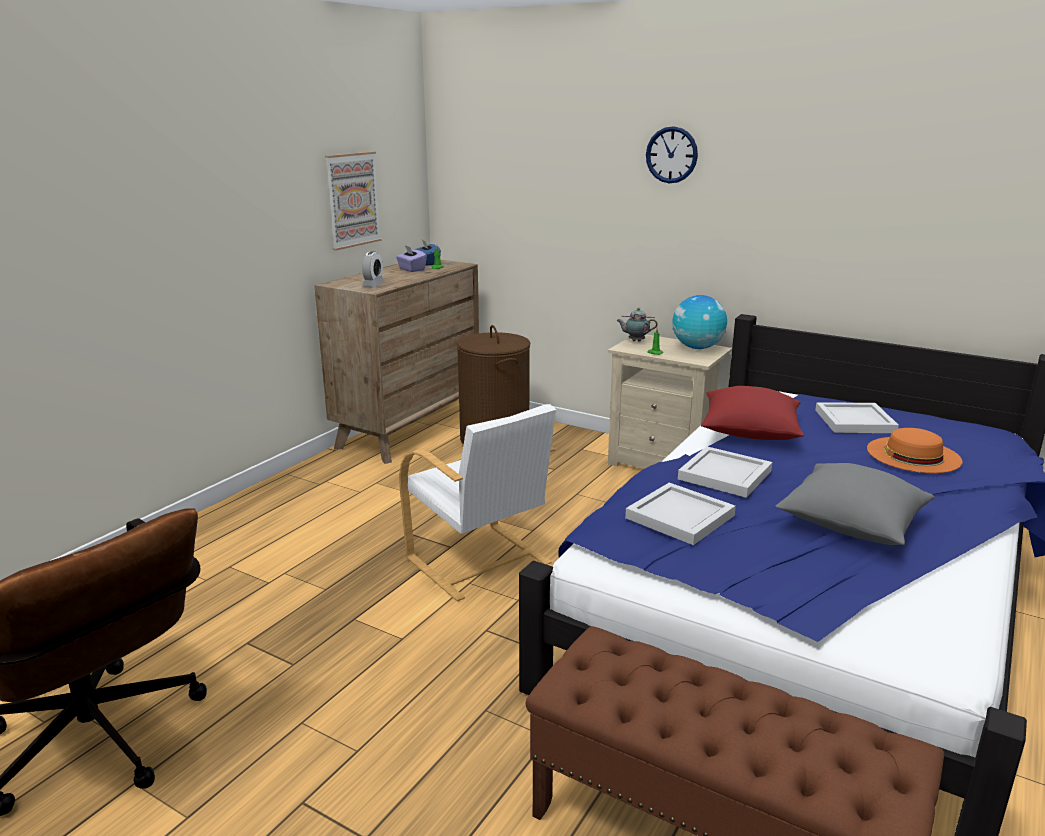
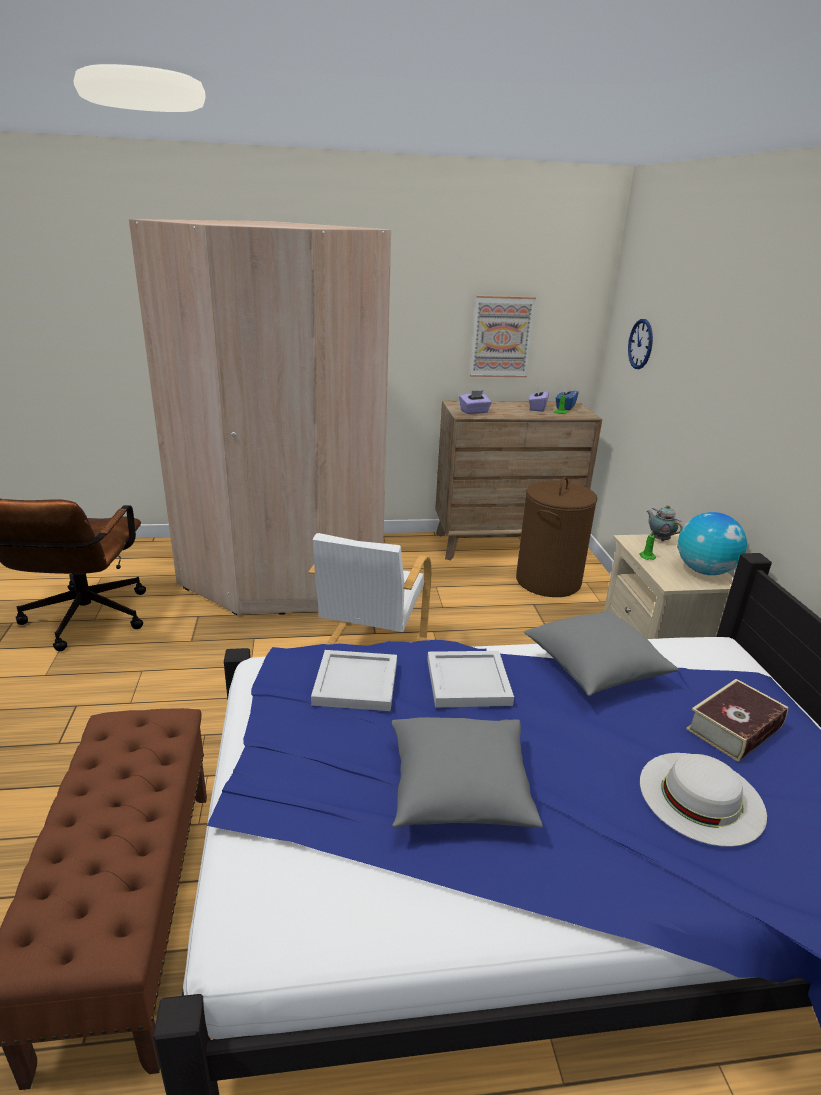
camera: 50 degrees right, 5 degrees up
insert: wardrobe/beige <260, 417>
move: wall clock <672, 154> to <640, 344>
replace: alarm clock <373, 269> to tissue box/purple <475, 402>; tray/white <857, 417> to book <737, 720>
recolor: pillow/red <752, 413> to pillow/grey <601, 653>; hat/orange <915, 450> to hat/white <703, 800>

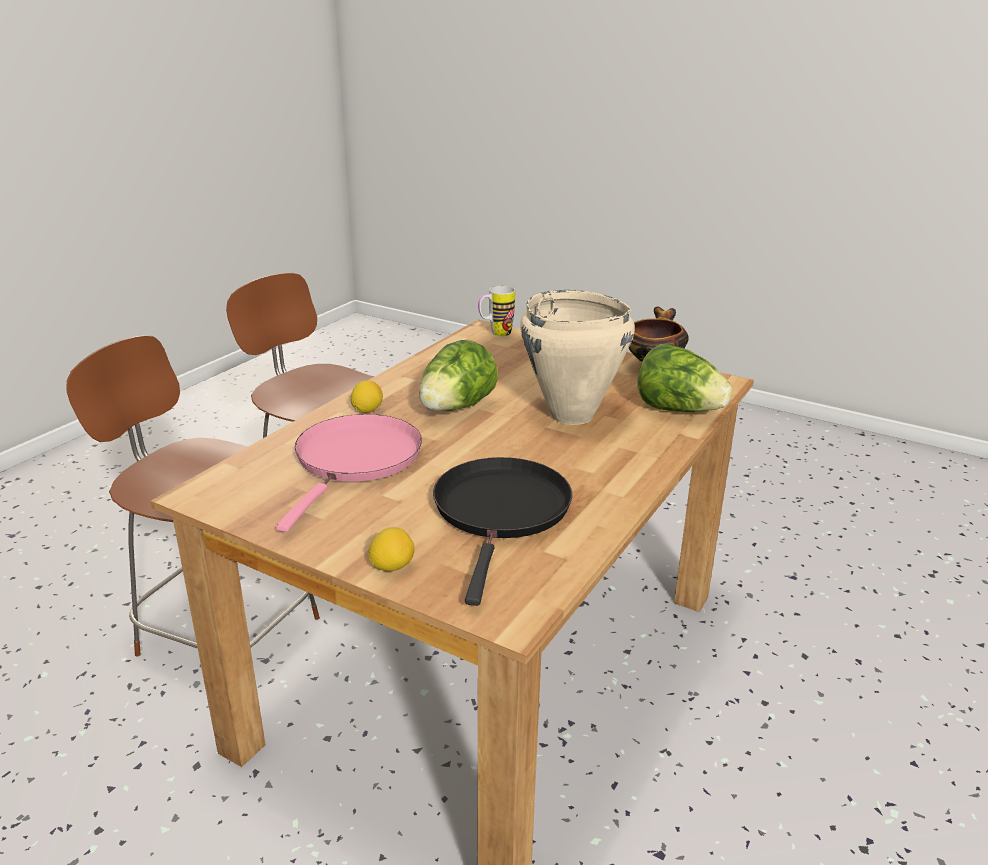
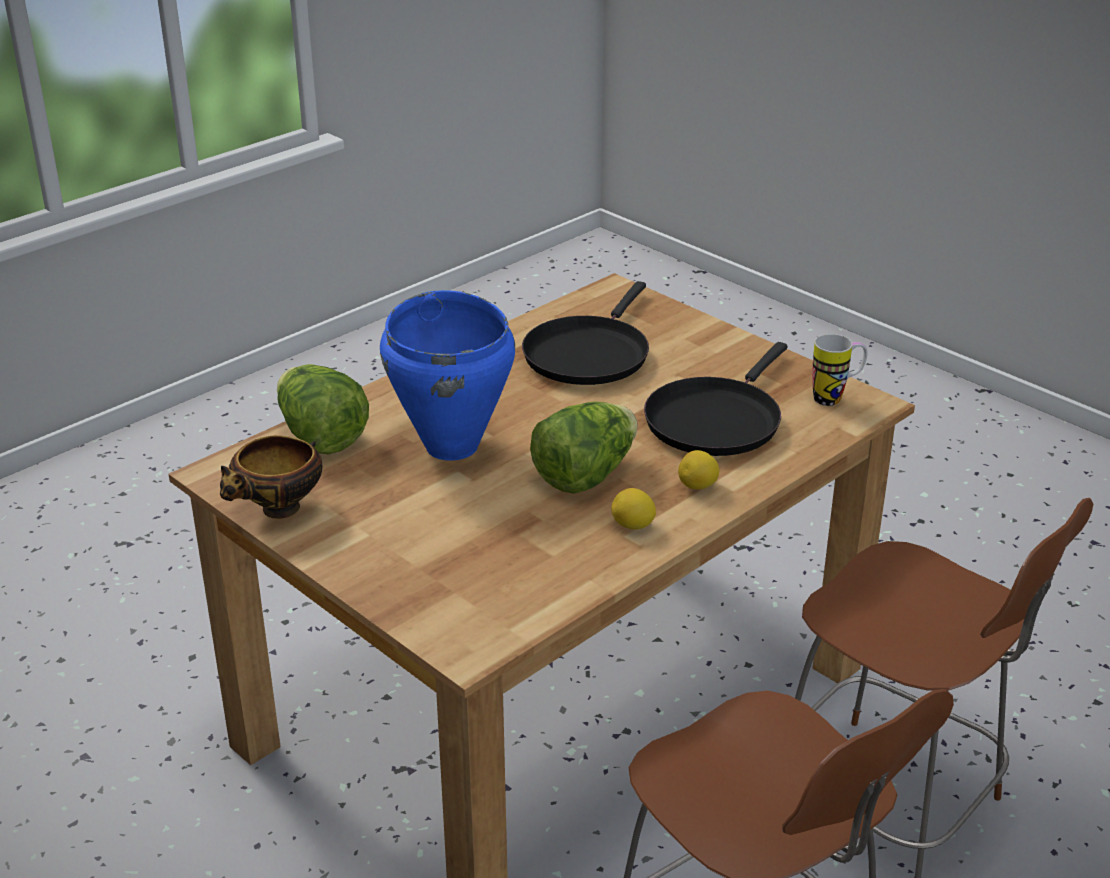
camera: 165 degrees left, 5 degrees up
move: lemon <391, 549> to <633, 508>; mug <496, 311> to <839, 370>
recolor: frying pan/pink <349, 473> to frying pan/black <715, 399>; cooking pot/beige <577, 357> to cooking pot/blue <447, 375>

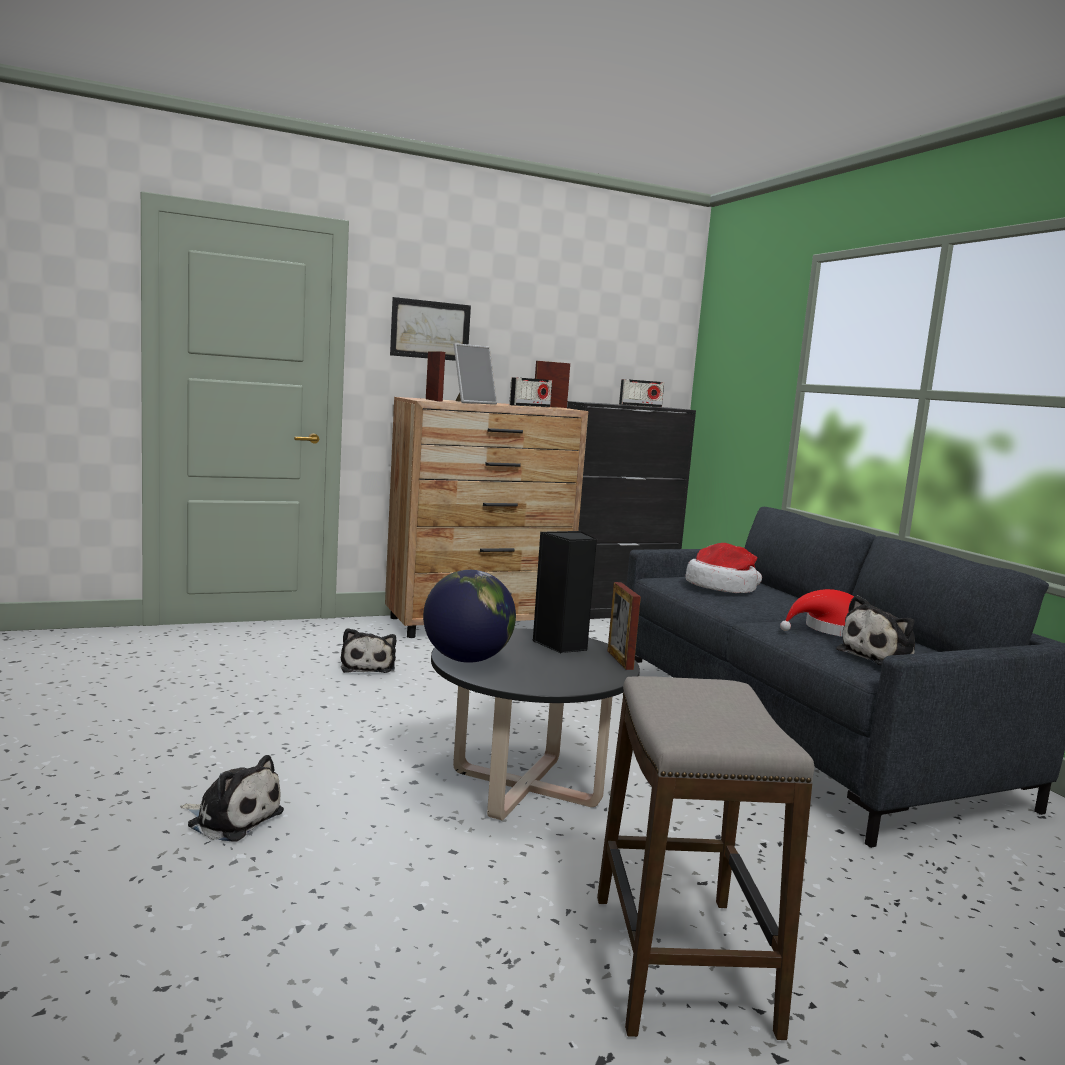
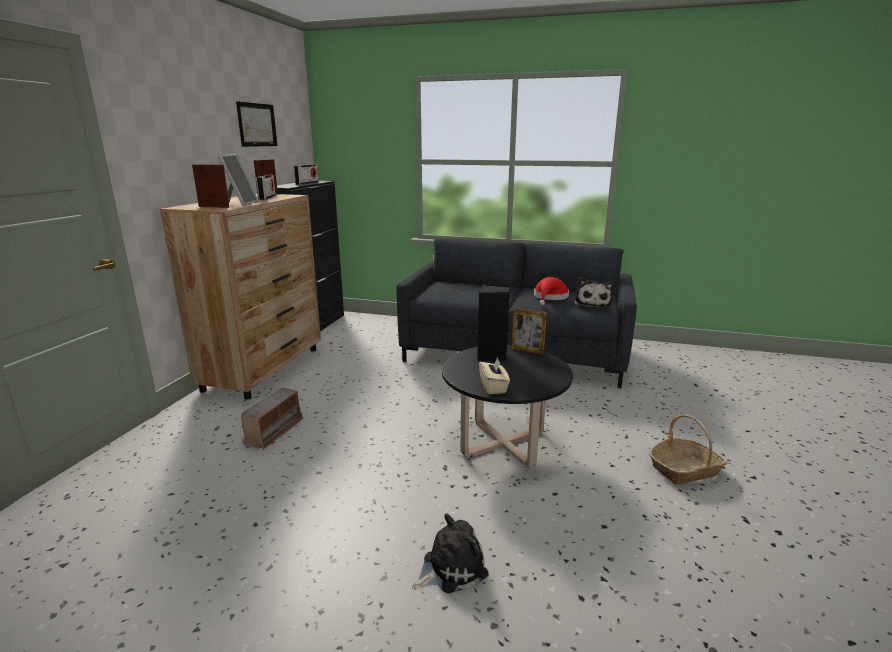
camera: 50 degrees left, 10 degrees up
delete: hat <723, 568>
move: picture <430, 329> to <256, 124>
replace: plush toy <368, 650> to radio <272, 419>; globe <469, 616> to tissue box/beige <494, 375>; stool <705, 858> to basket <688, 449>

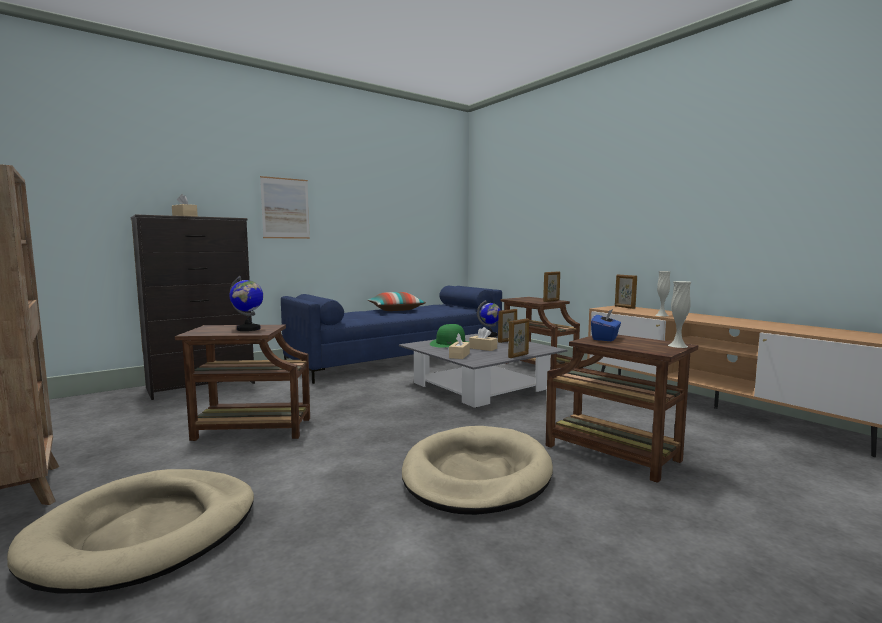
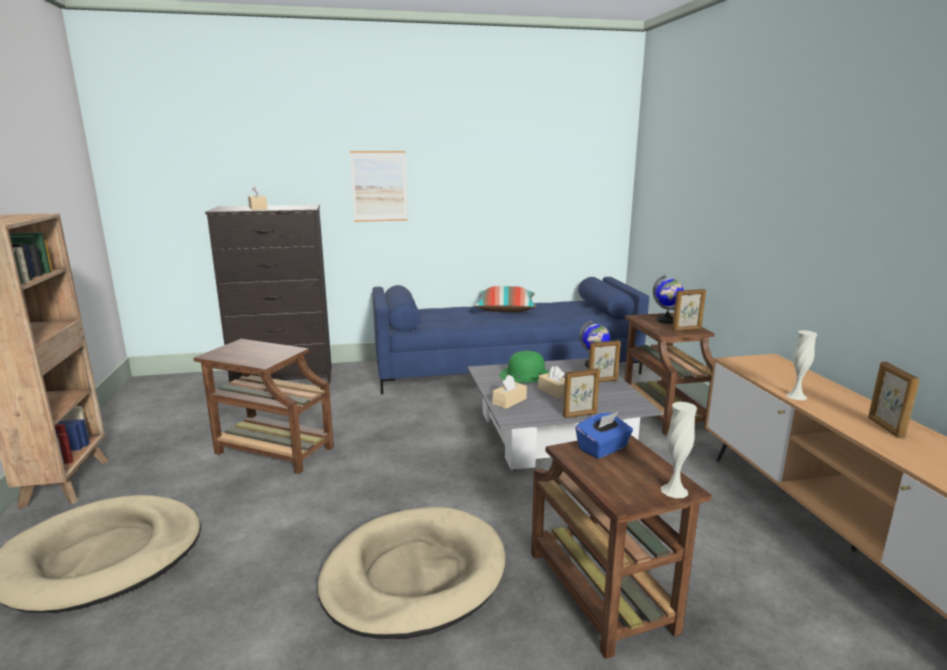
camera: 25 degrees right, 10 degrees up
move: globe <246, 303> to <668, 299>; picture frame <626, 291> to <893, 400>

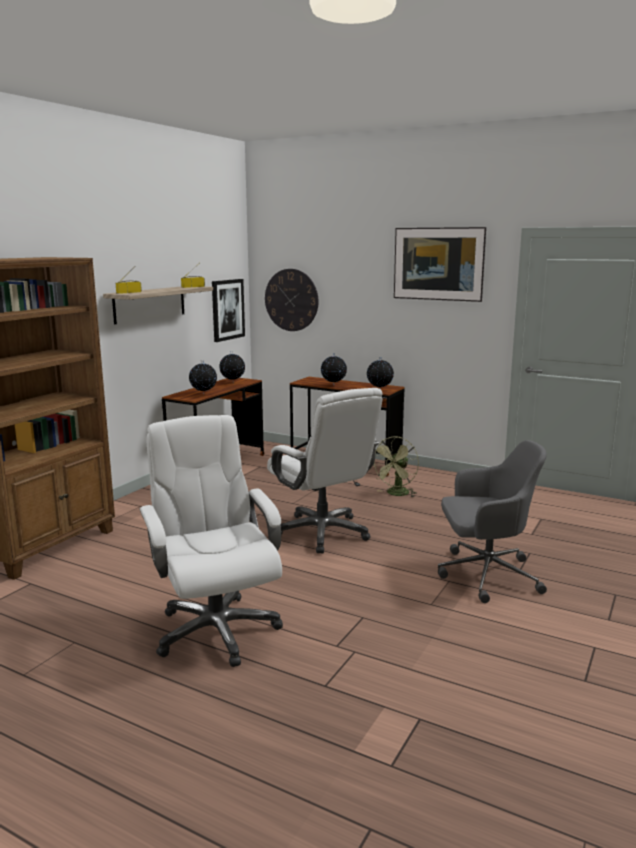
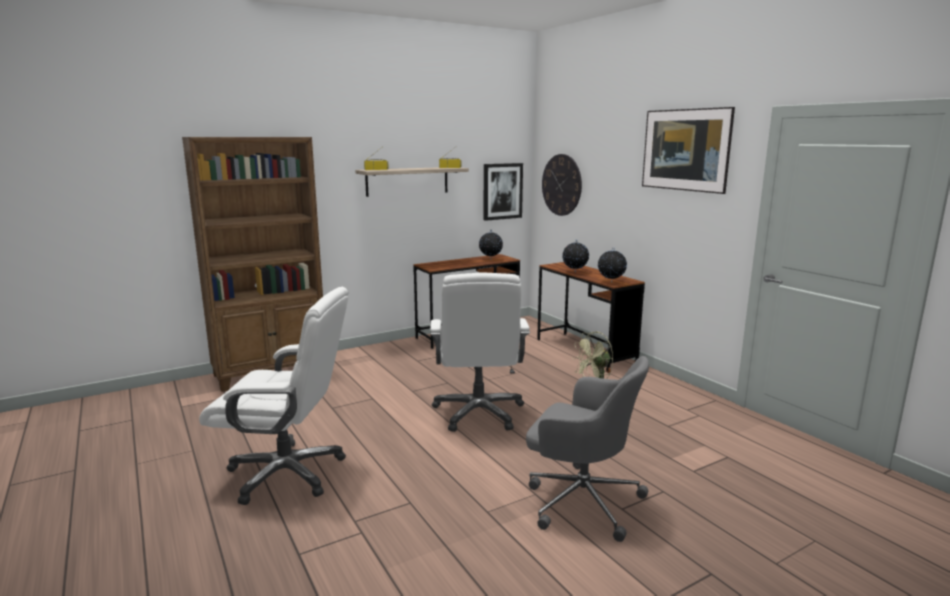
camera: 30 degrees right, 0 degrees up
delete: globe <203, 378>
rotate: office chair/white <211, 541> = <273, 396> 90 degrees clockwise

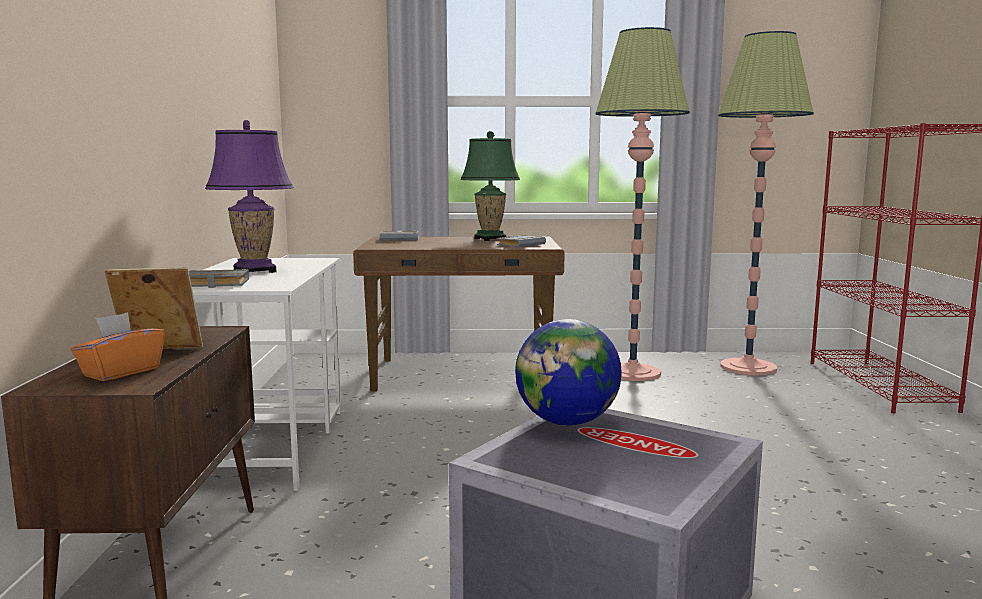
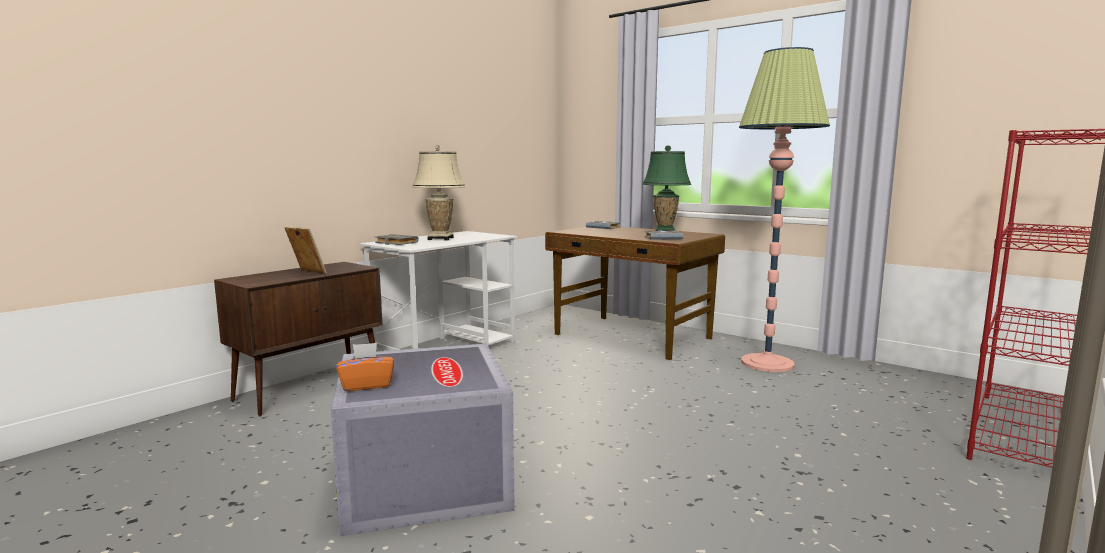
camera: 40 degrees right, 0 degrees up
delete: globe <568, 372>; floor lamp <766, 203>
move: tissue box/orange <118, 346> to <365, 367>
recolor: table lamp/purple <249, 196> to table lamp/beige <438, 192>

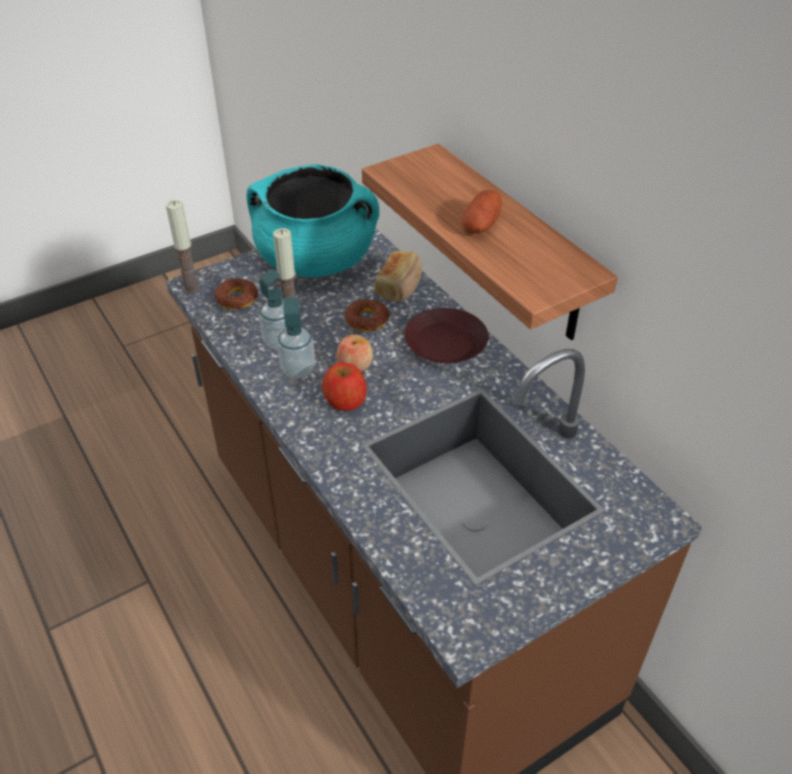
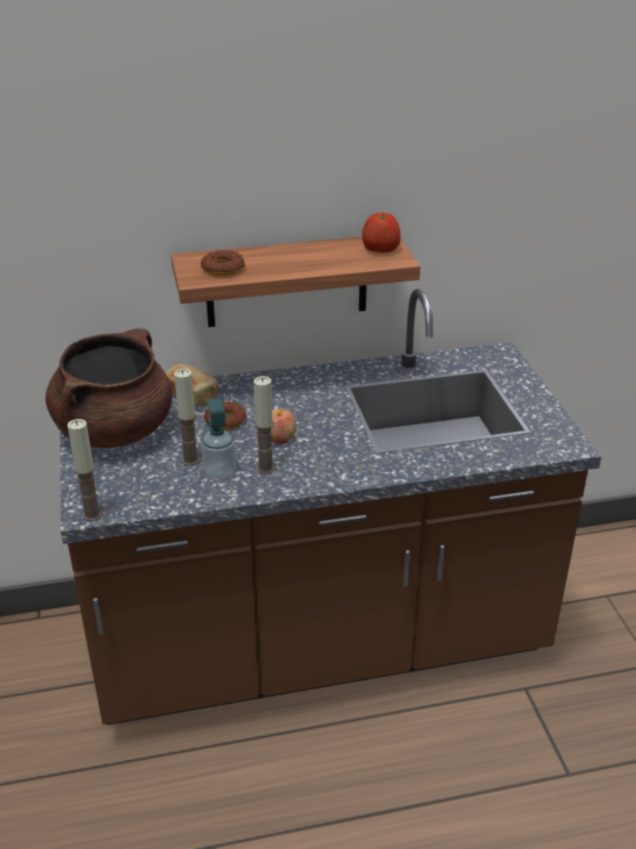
camera: 70 degrees left, 10 degrees down
delete: plate/brown <446, 335>; potato <482, 211>
move: donut <236, 293> to <223, 263>; apple <344, 386> to <381, 232>
replace: soap dispenser <296, 337> to candle <264, 425>
recolor: cooking pot/turquoise <312, 221> to cooking pot/brown <109, 388>

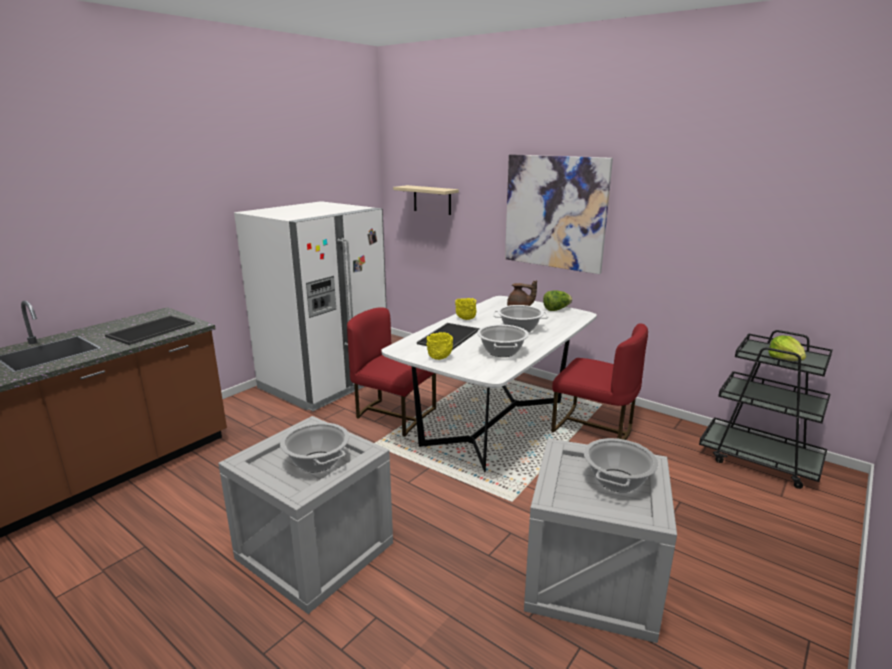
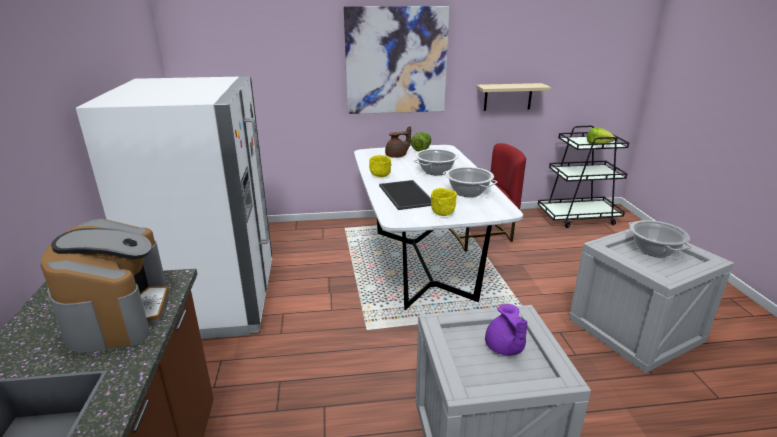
camera: 45 degrees left, 5 degrees up
delete: chair/red <391, 372>
move: shelf/beige <426, 200> to <513, 97>
replace: tray <150, 330> to coffee machine <105, 285>; cooking pot <314, 447> to teapot/purple <506, 330>

